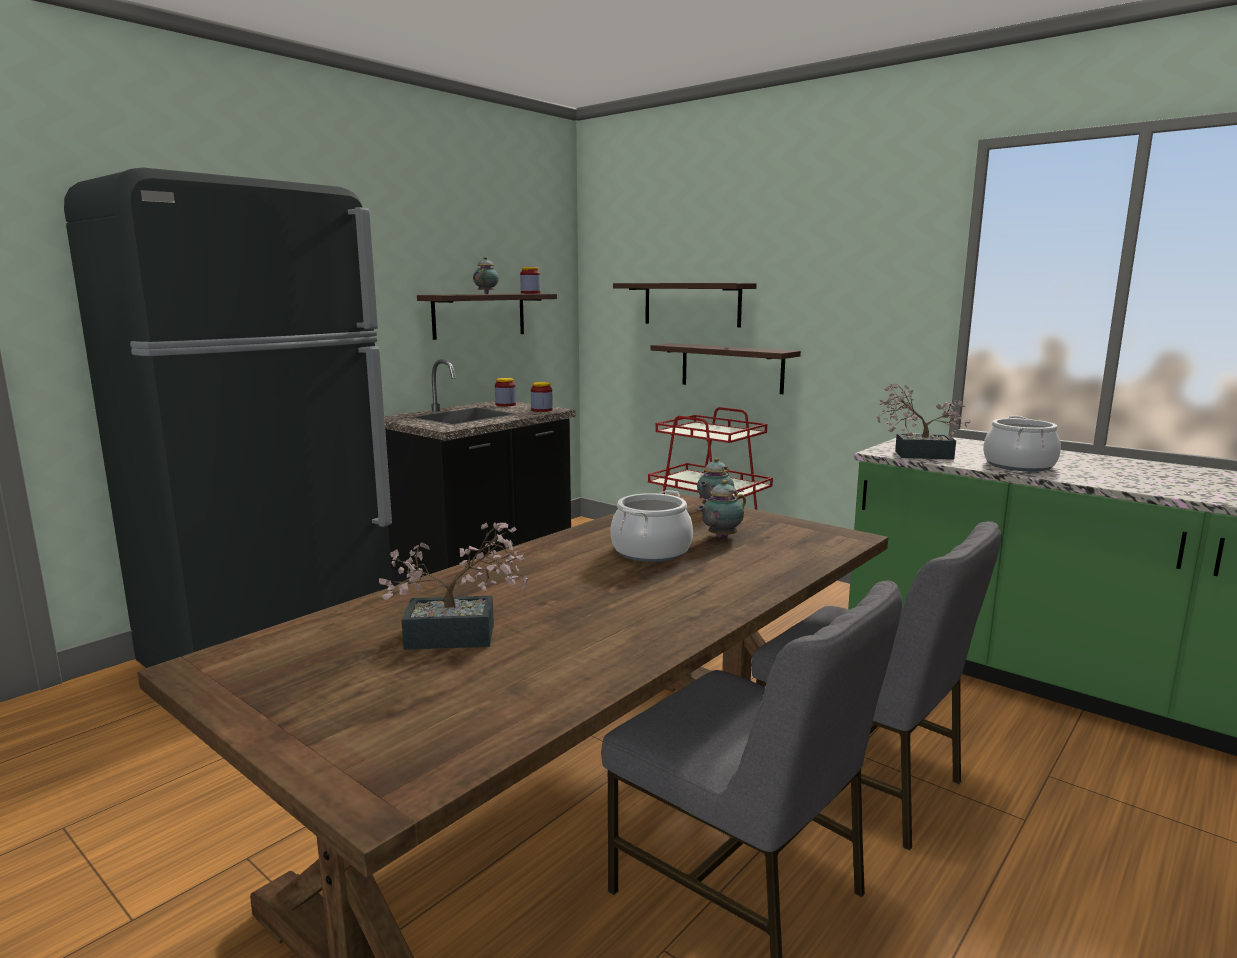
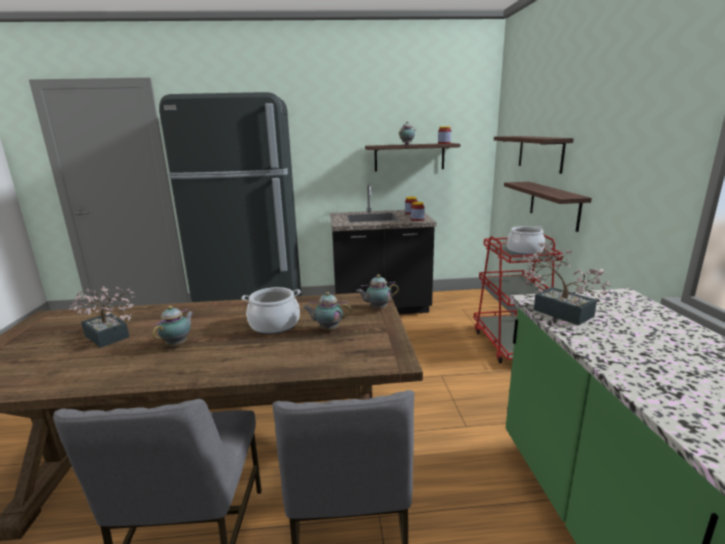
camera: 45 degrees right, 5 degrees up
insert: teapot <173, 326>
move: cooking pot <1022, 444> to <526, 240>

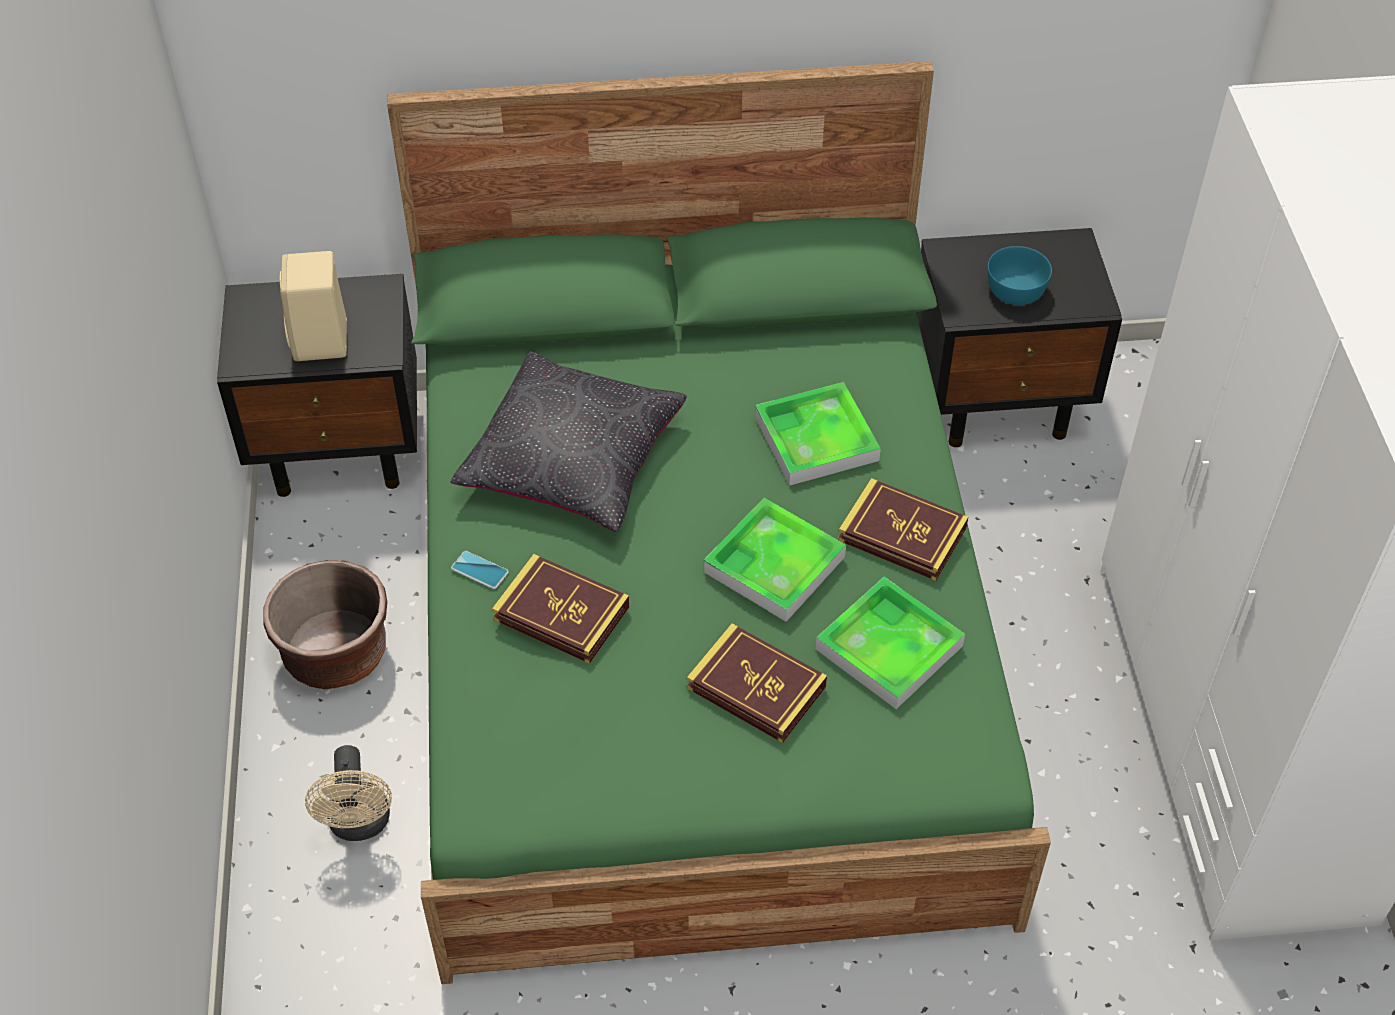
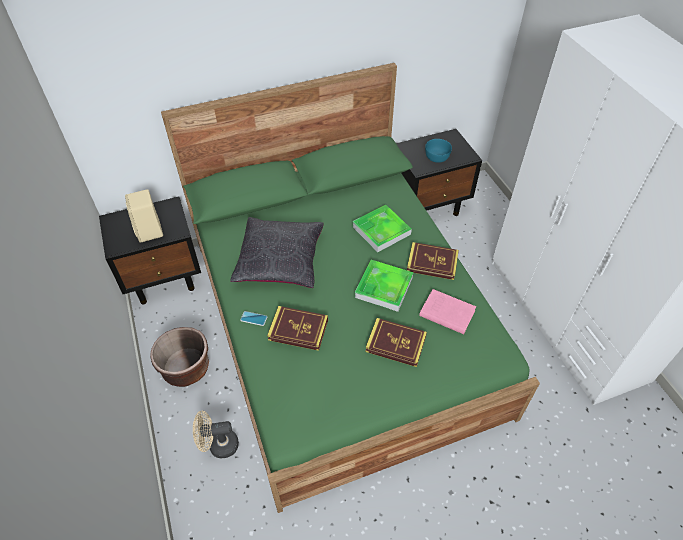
camera: 15 degrees left, 0 degrees up
replace: tray <890, 643> to book/pink <447, 311>
rotate: fan/beige <348, 793> = <216, 434> 105 degrees clockwise

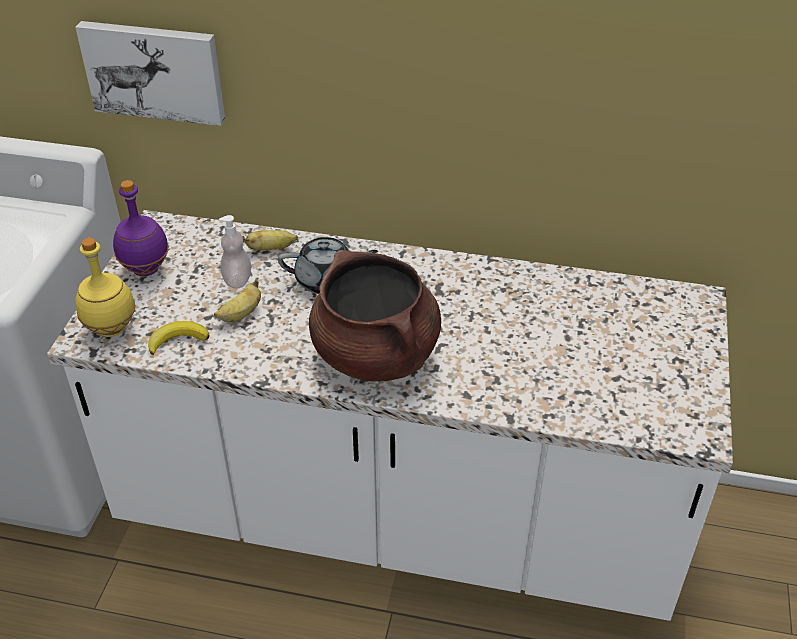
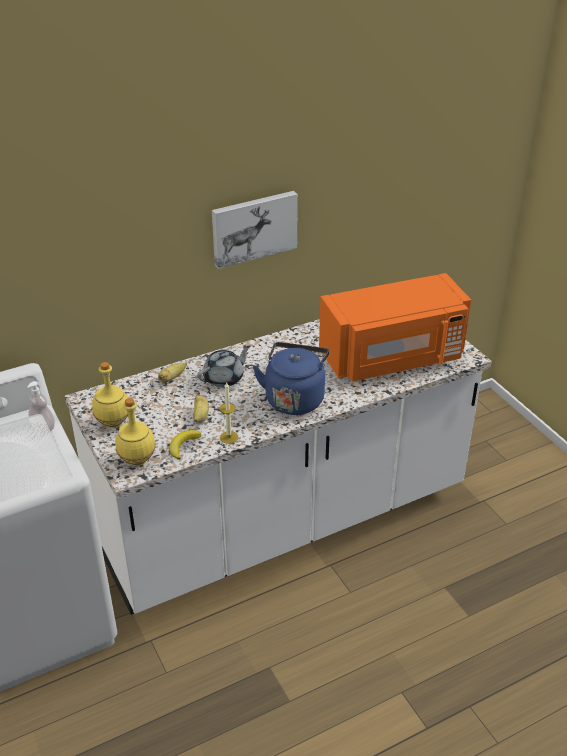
camera: 40 degrees left, 5 degrees down
insert: candle <229, 413>; microwave/orange <395, 327>
move: picture <150, 73> to <255, 230>; soap dispenser <235, 252> to <41, 407>
replace: cooking pot/brown <375, 316> to kettle/blue <291, 378>
recolor: bottle/purple <141, 228> to bottle/yellow <110, 395>

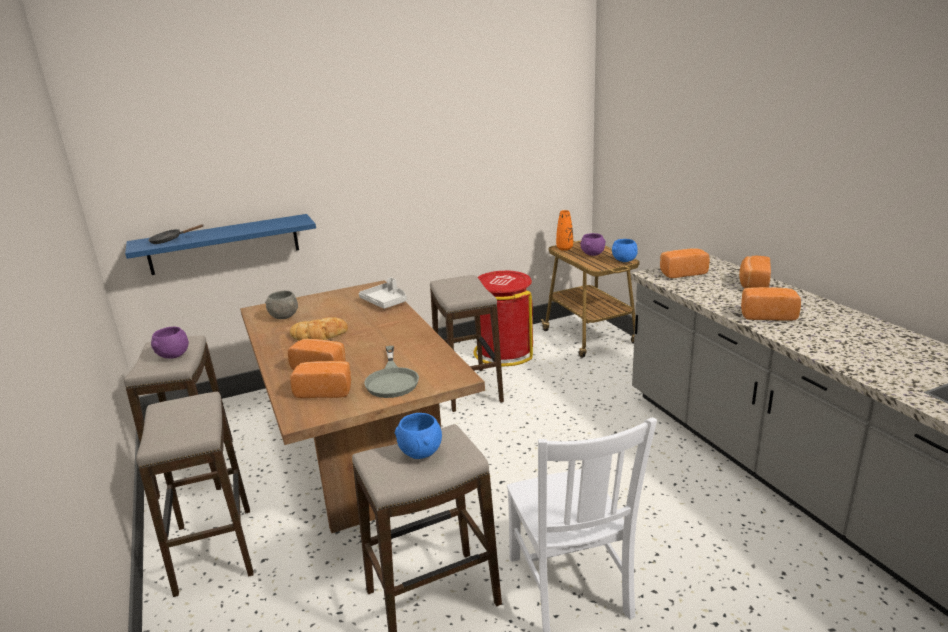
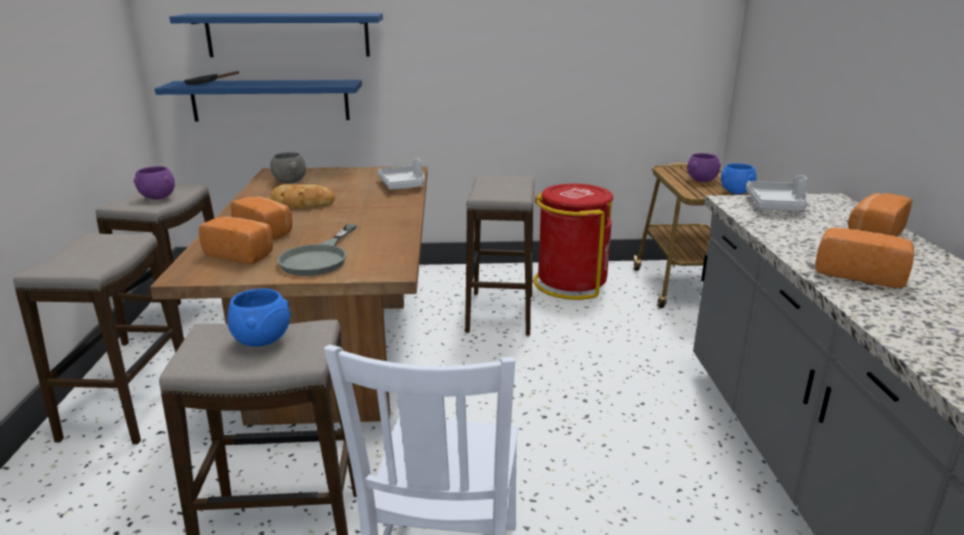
camera: 20 degrees right, 0 degrees up
delete: vase/orange <564, 230>
insert: shelf/blue <276, 35>
replace: bread <685, 263> to tray/grey <777, 193>

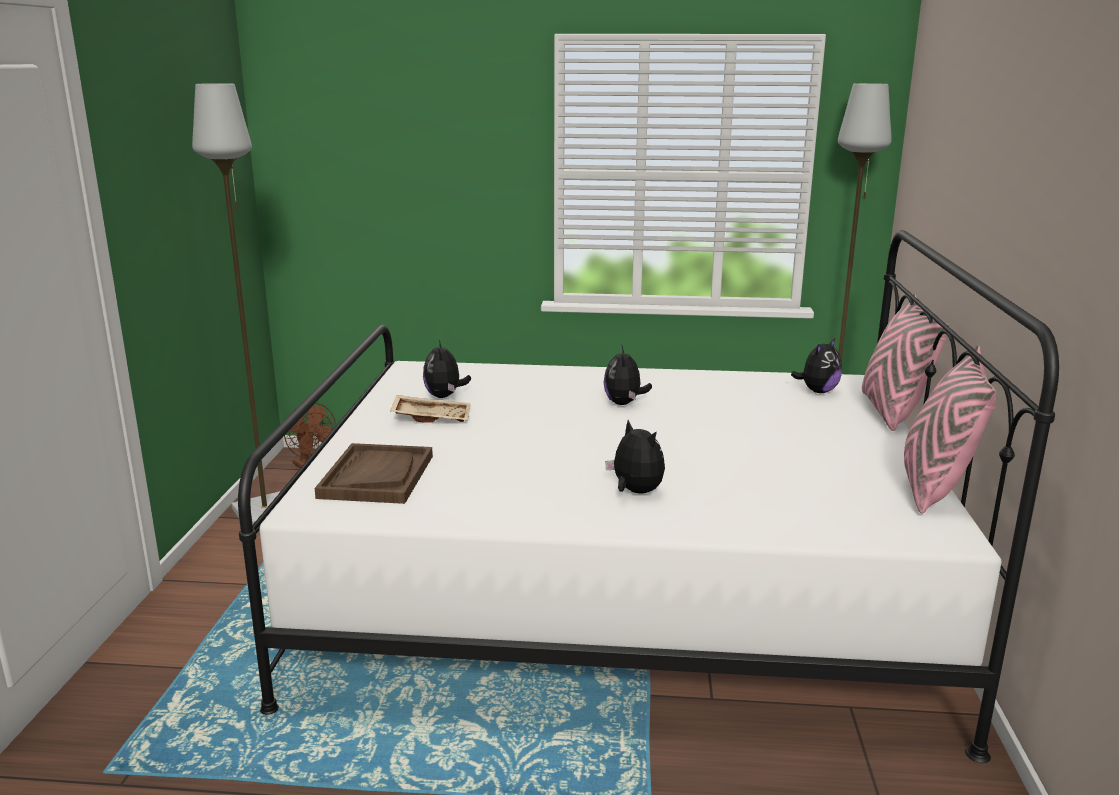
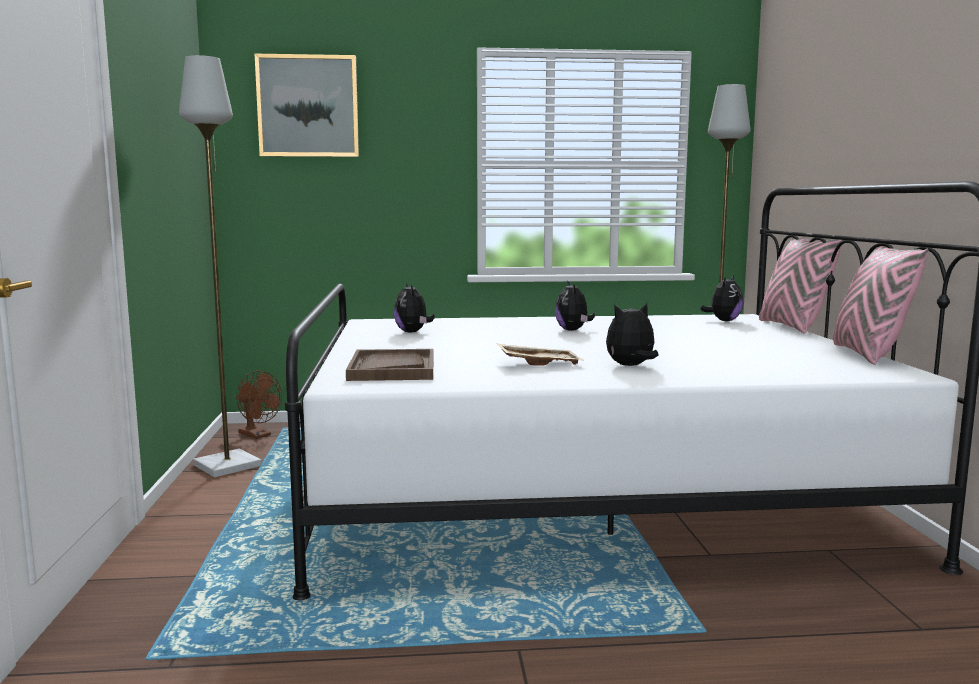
camera: 10 degrees left, 10 degrees down
insert: picture <307, 105>
move: tray/beige <430, 409> to <540, 355>
rotate: plush toy <635, 457> = <632, 334> 60 degrees counterclockwise

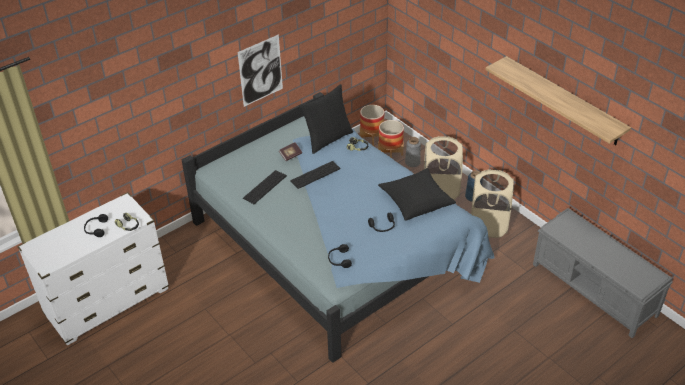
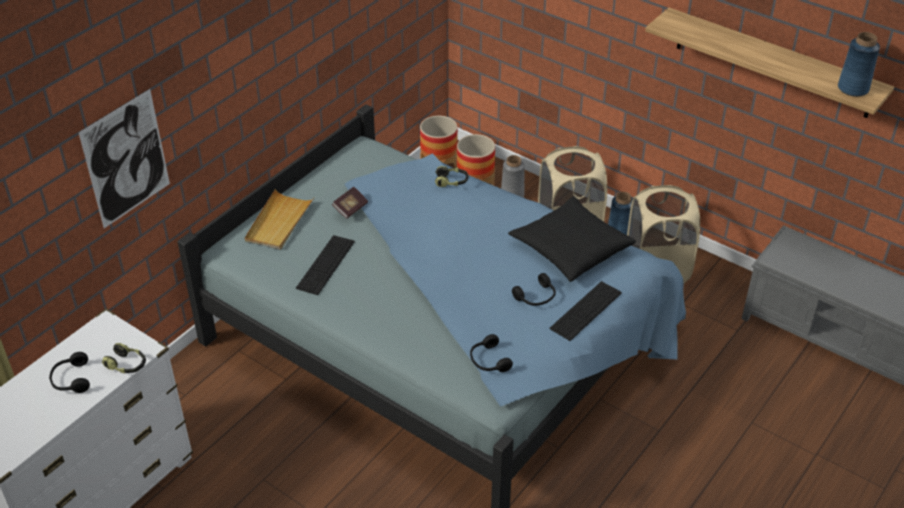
camera: 15 degrees left, 0 degrees up
delete: pillow/black <326, 119>
insert: tray/beige <279, 219>; vase/blue <859, 64>
move: picture <260, 70> to <124, 158>; keyboard <315, 175> to <586, 311>

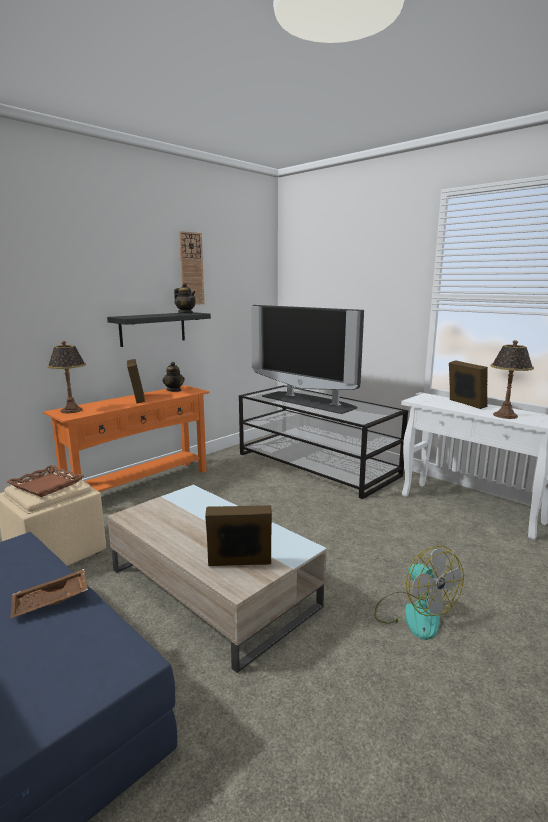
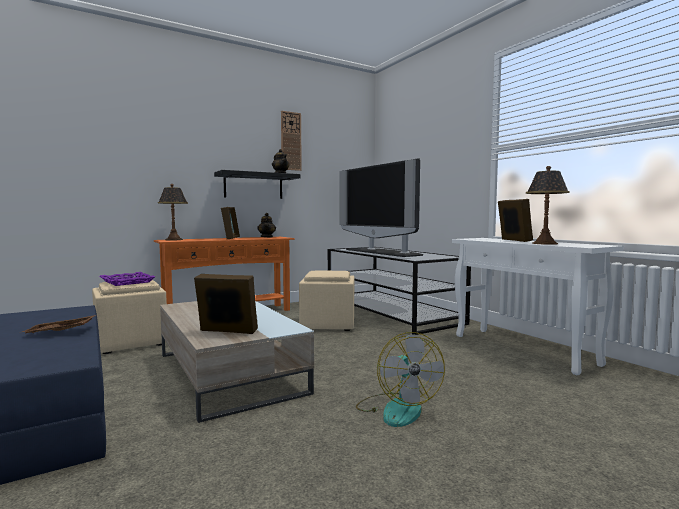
camera: 15 degrees right, 10 degrees down
insert: ottoman/beige <326, 300>
recolor: tray/brown <45, 481> to tray/purple <127, 279>

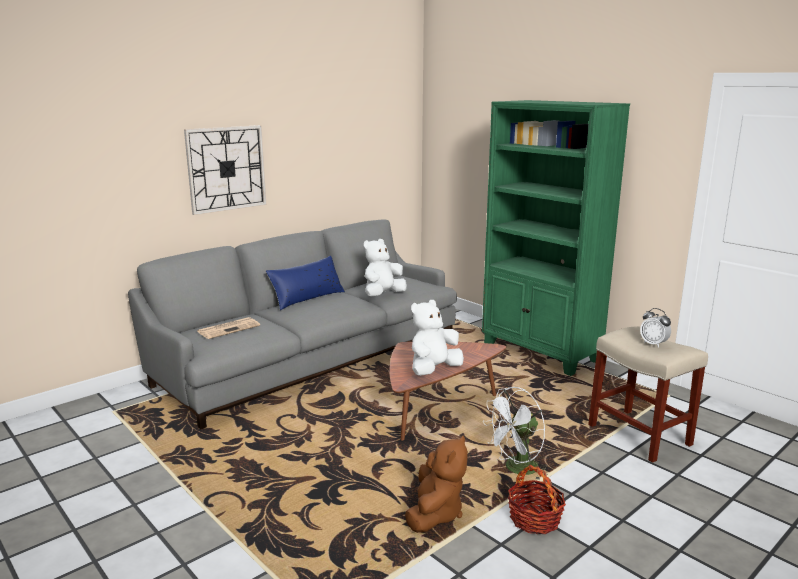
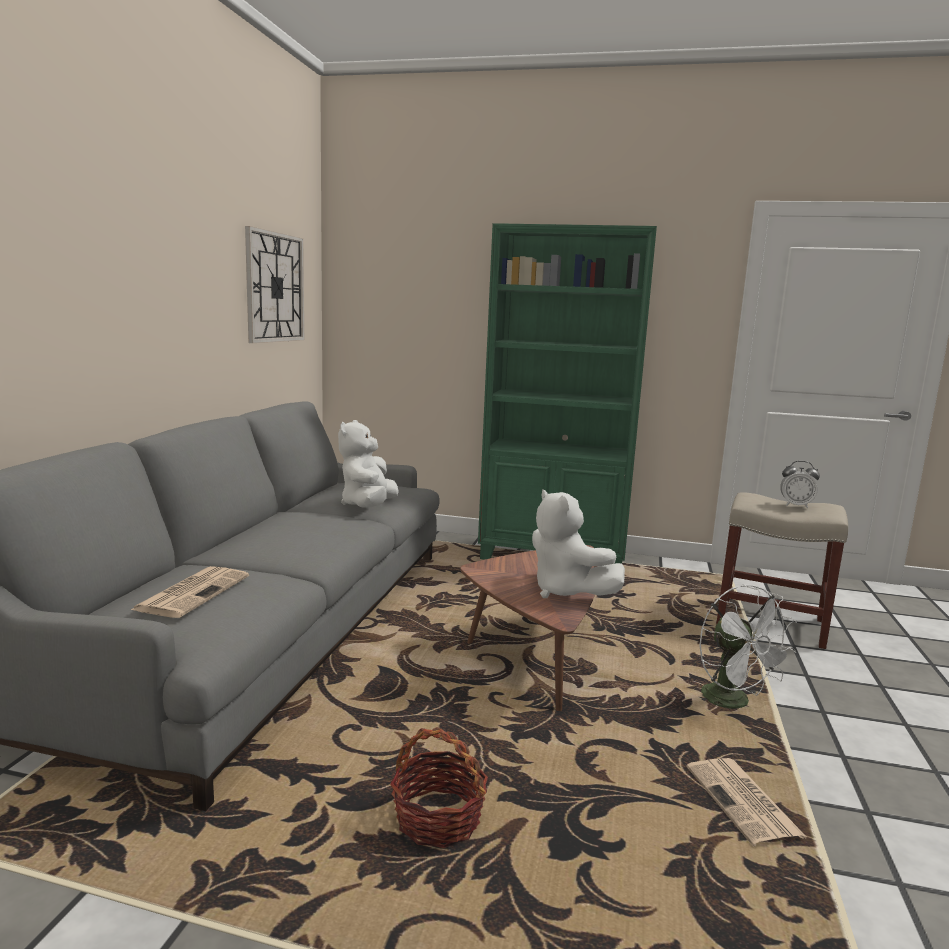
camera: 35 degrees left, 5 degrees down
delete: pillow/blue <305, 283>
move: wall clock <225, 170> to <274, 284>; basket <537, 499> to <439, 787>
replace: plush toy/brown <436, 484> to newspaper <746, 802>
rotate: plush toy/white <437, 338> = <578, 543> 45 degrees counterclockwise; fan/white <515, 433> = <748, 646> 45 degrees counterclockwise

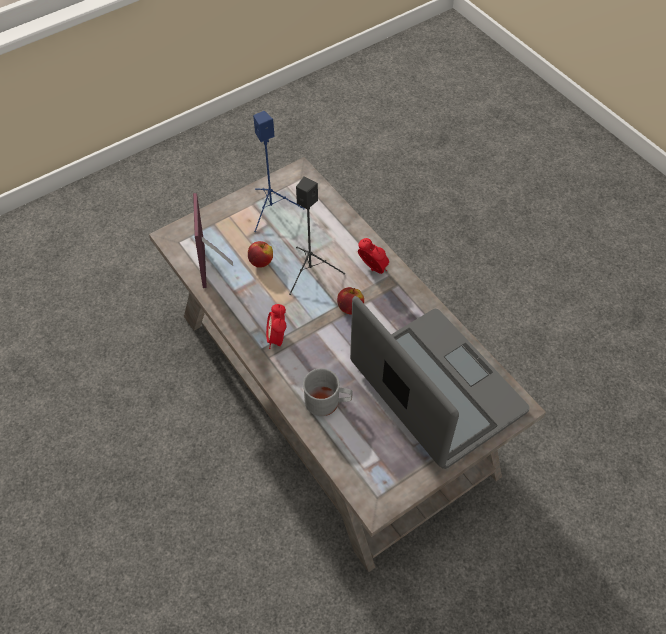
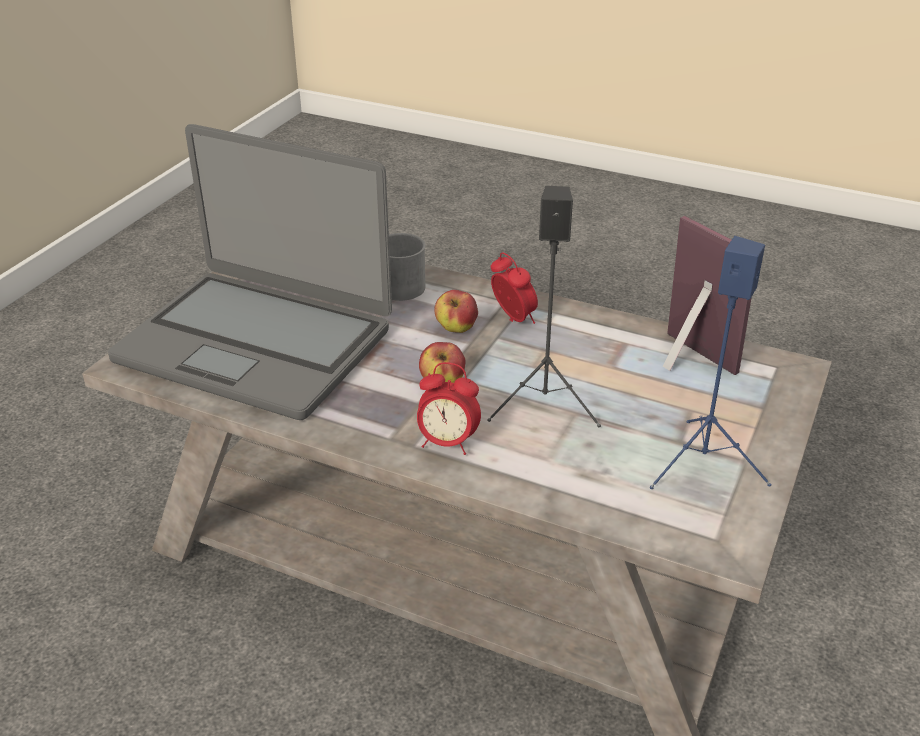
camera: 150 degrees right, 20 degrees down
move: apple <260, 254> to <456, 311>

